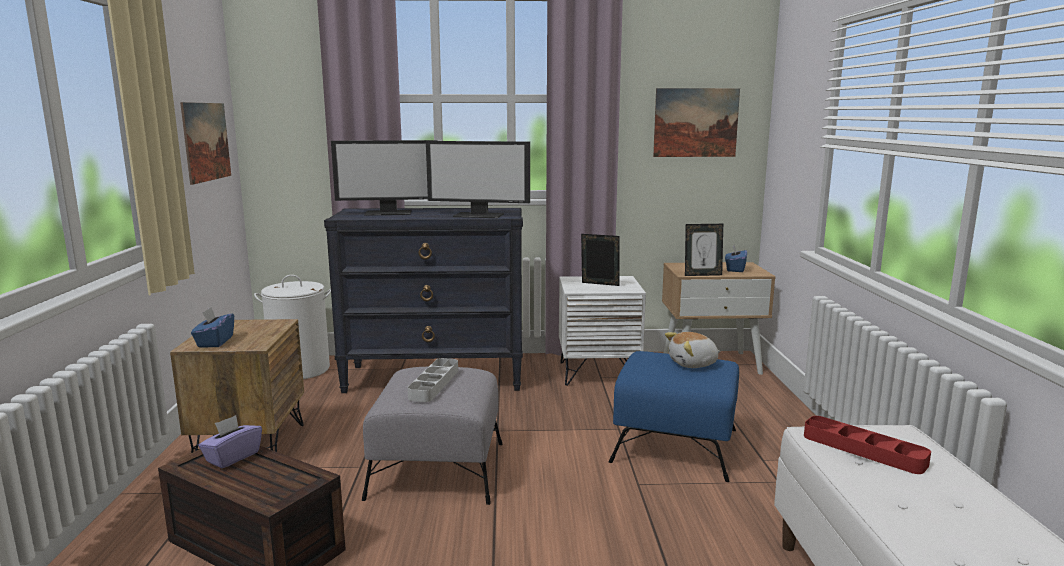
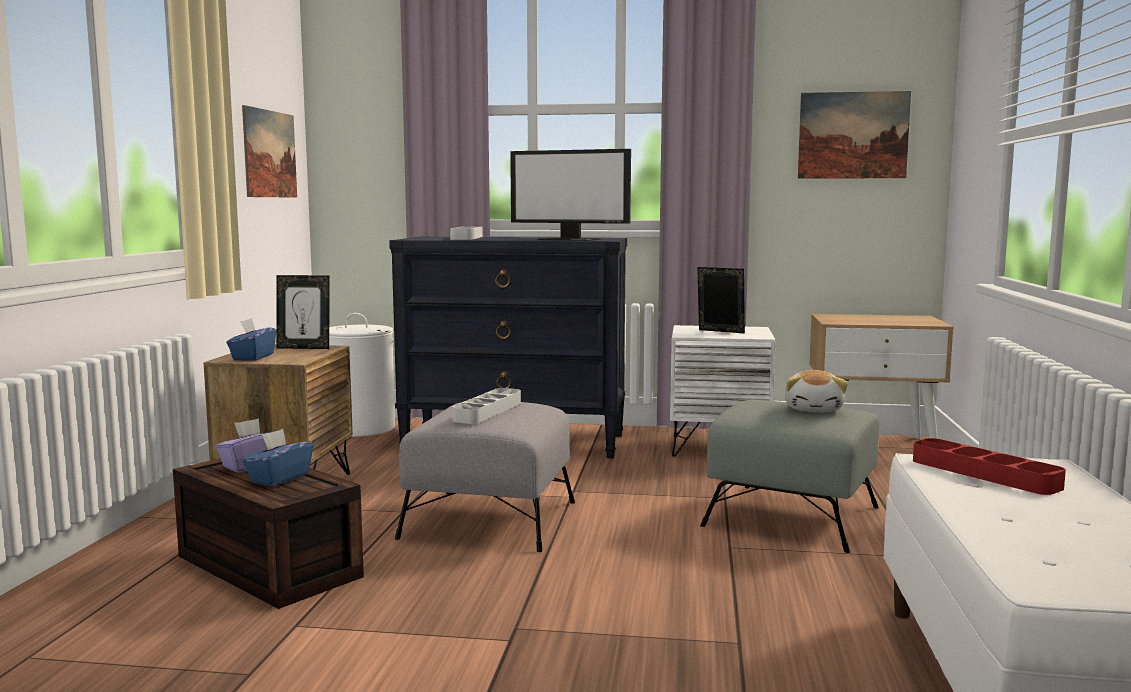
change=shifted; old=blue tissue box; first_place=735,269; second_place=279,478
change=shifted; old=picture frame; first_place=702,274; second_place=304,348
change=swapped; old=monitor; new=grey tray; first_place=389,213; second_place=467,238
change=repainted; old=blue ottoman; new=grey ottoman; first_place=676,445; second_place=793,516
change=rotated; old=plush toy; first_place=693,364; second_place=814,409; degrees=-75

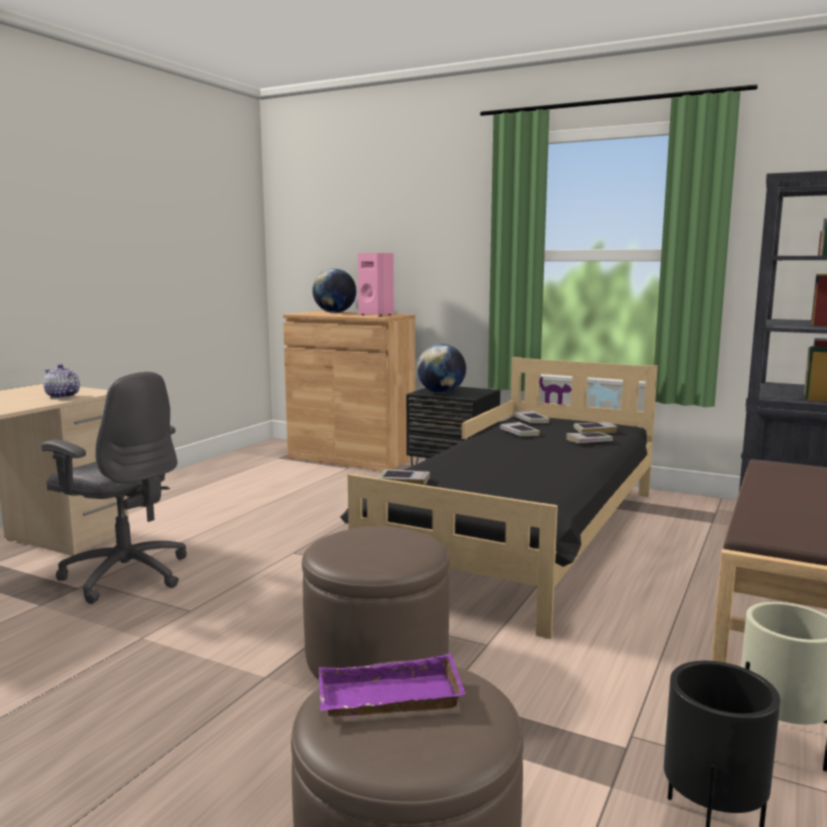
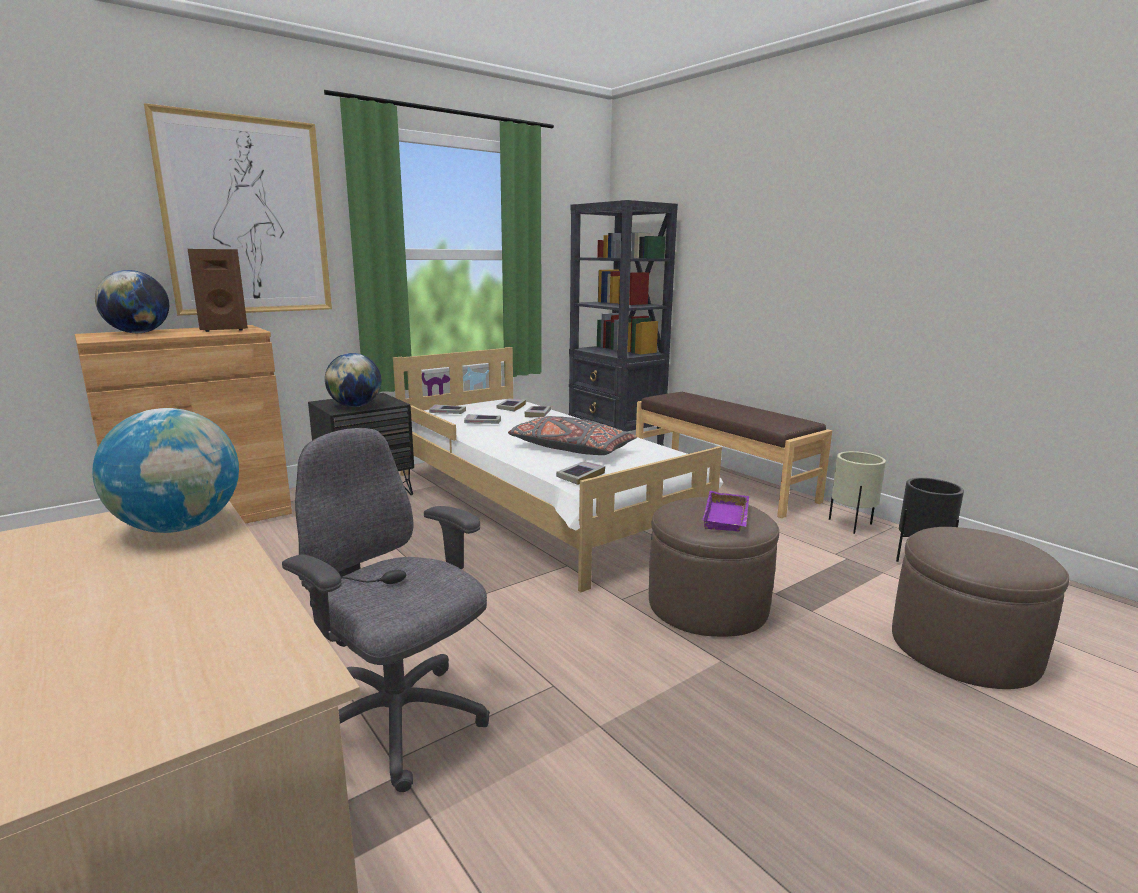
change=swapped; old=teapot; new=globe; first_place=62,396; second_place=179,527
change=new; new=picture; second_place=247,217
change=repainted; old=pink speaker; new=brown speaker; first_place=377,315; second_place=224,329
change=rotated; old=grey office chair; first_place=125,575; second_place=398,725; degrees=-105
change=repainted; old=black bed; new=white bed; first_place=525,537; second_place=540,504
change=new; new=grey pillow; second_place=570,449
change=shifted; old=purple tray; first_place=388,700; second_place=728,518

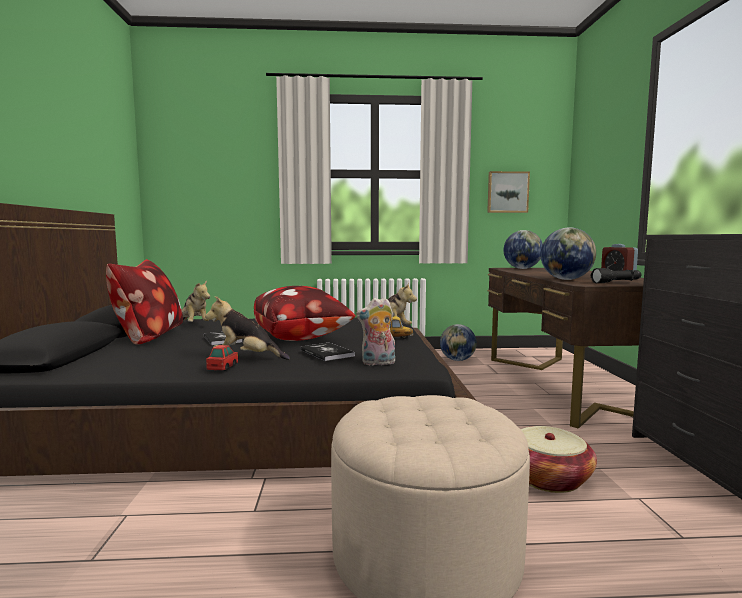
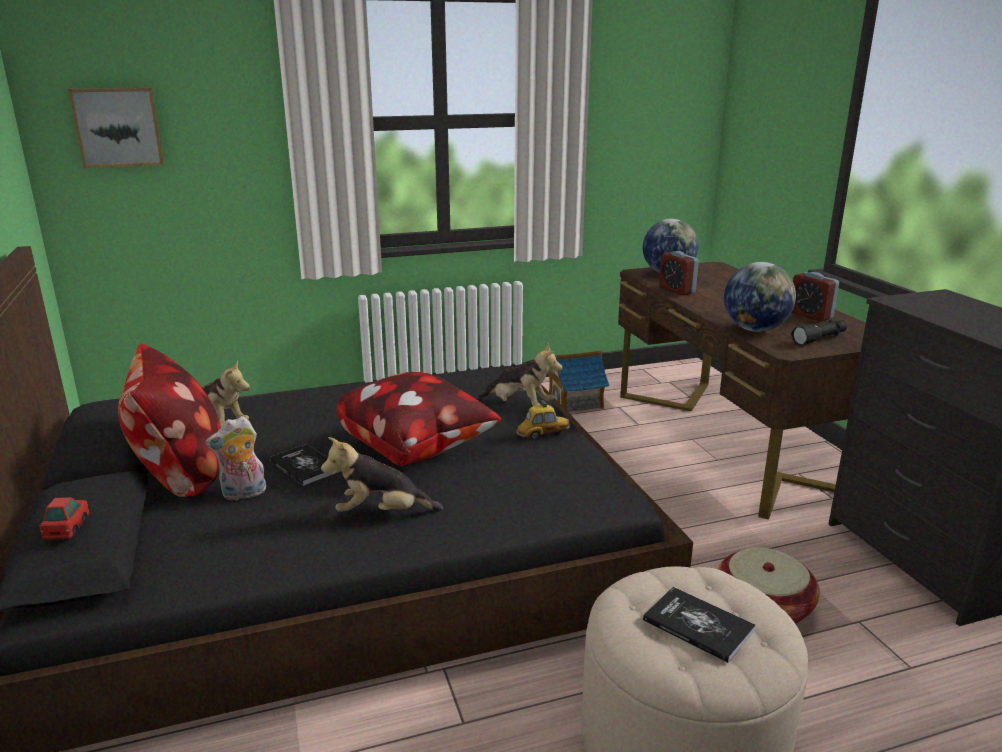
change=shifted; old=toy car; first_place=223,367; second_place=68,528
change=shifted; old=picture; first_place=507,192; second_place=118,127
change=shifted; old=plush toy; first_place=378,363; second_place=243,494
change=swapped; old=globe; new=toy house; first_place=457,360; second_place=576,402
change=shifted; old=book; first_place=327,353; second_place=698,625
change=new; new=alarm clock; second_place=676,290

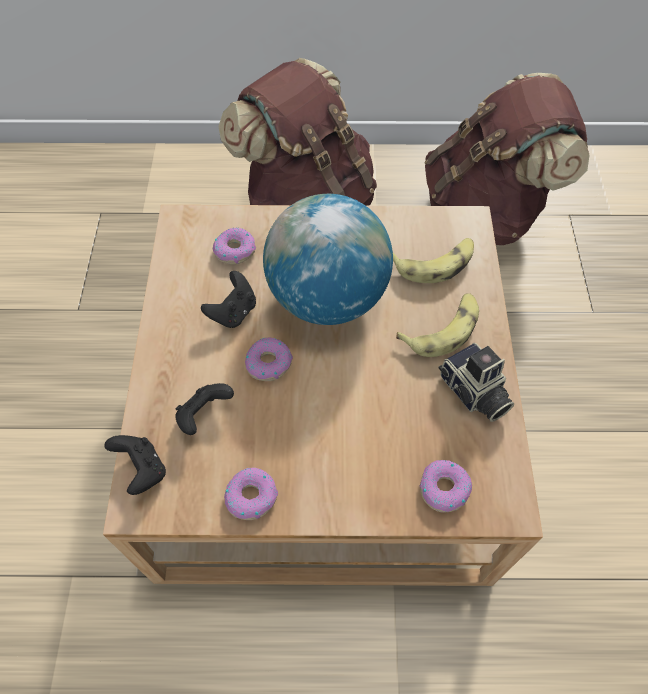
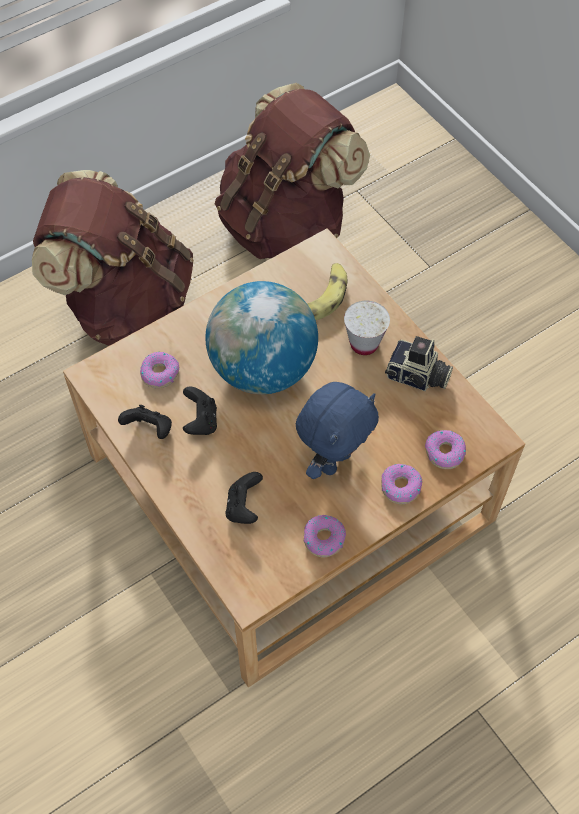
change=shifted; old=black game controller; first_place=142,469; second_place=149,429
change=new; new=blue plush toy; second_place=334,460
change=swapped; old=banana; new=white cup; first_place=443,329; second_place=364,344
change=shifted; old=donut; first_place=268,363; second_place=400,487

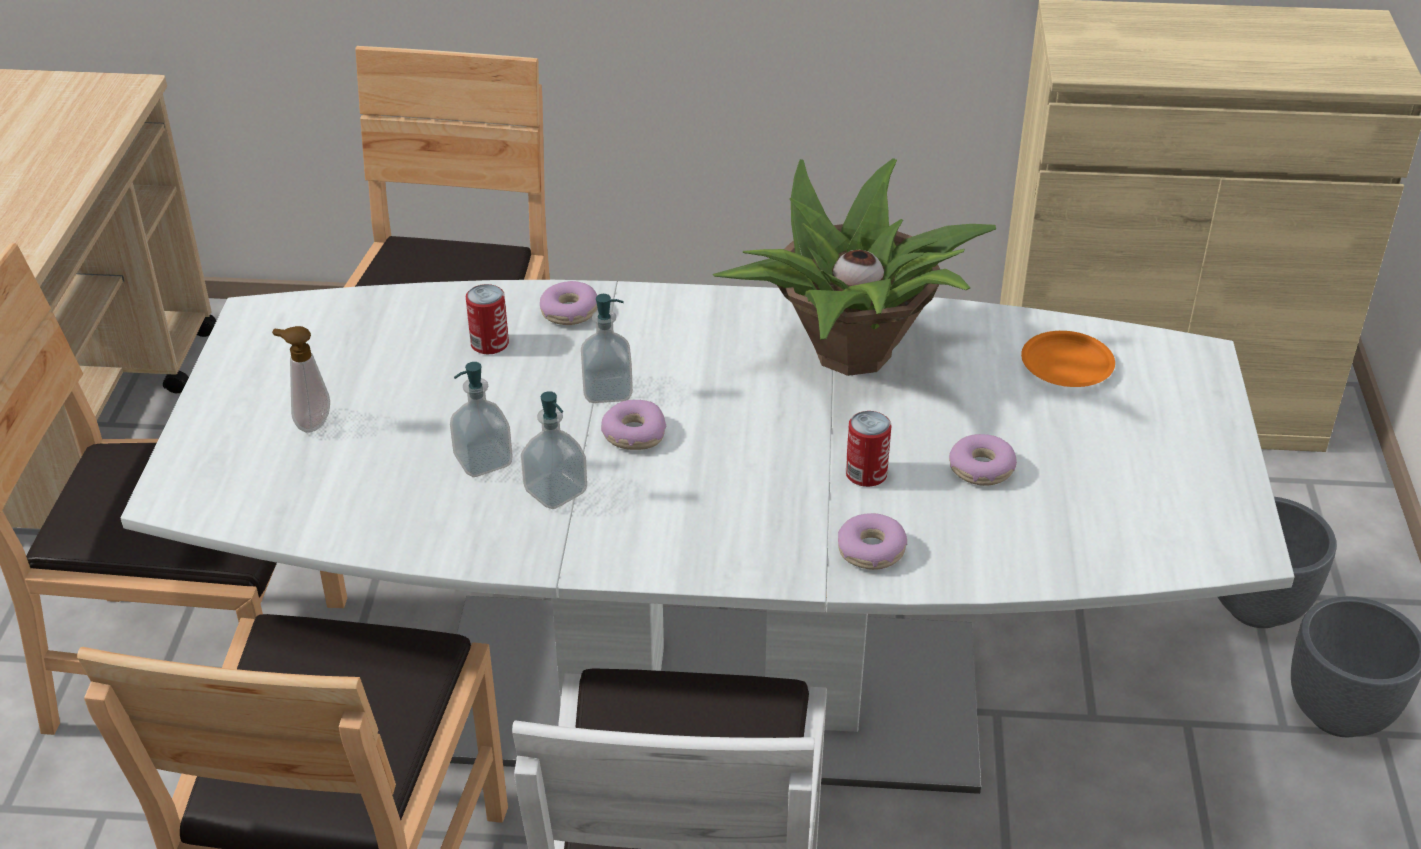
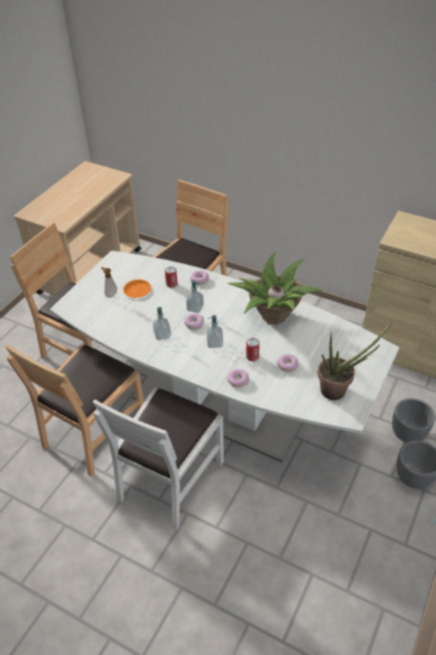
change=shifted; old=orange plate; first_place=1066,365; second_place=137,290
change=shifted; old=soap dispenser; first_place=483,461; second_place=214,343
change=new; new=potted plant; second_place=338,390

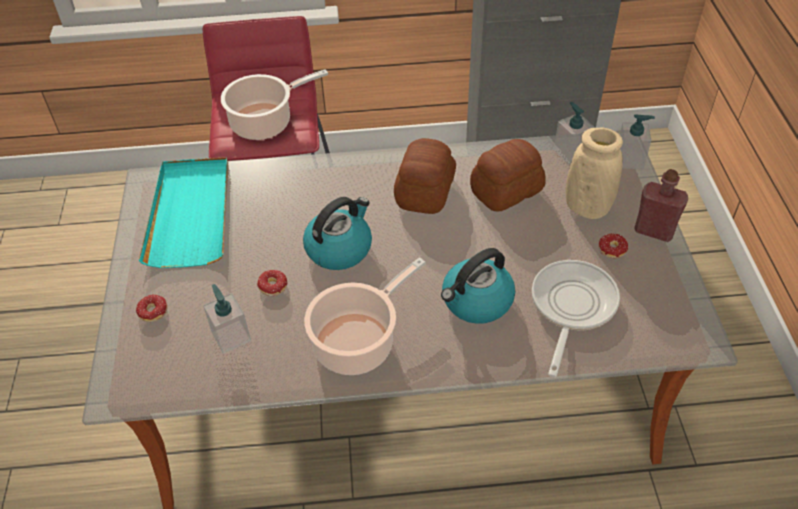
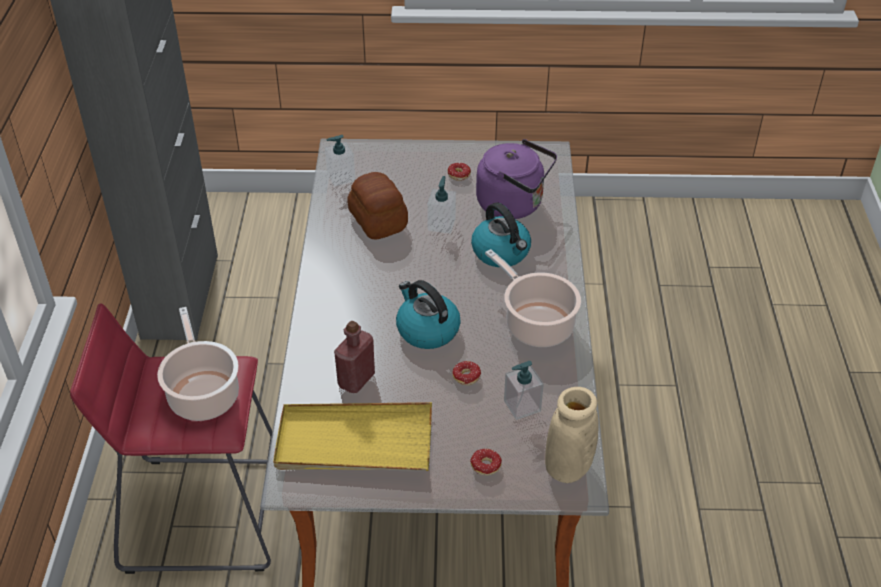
change=repainted; old=turquoise tray; new=yellow tray; first_place=191,214; second_place=354,442
change=shifted; old=red bottle; first_place=654,231; second_place=356,380
change=shifted; old=soap dispenser; first_place=629,160; second_place=441,224
change=swapped; old=frying pan; new=purple kettle; first_place=571,307; second_place=514,205
change=shifted; old=beige vase; first_place=587,207; second_place=568,467
change=gone; old=bread; first_place=424,192

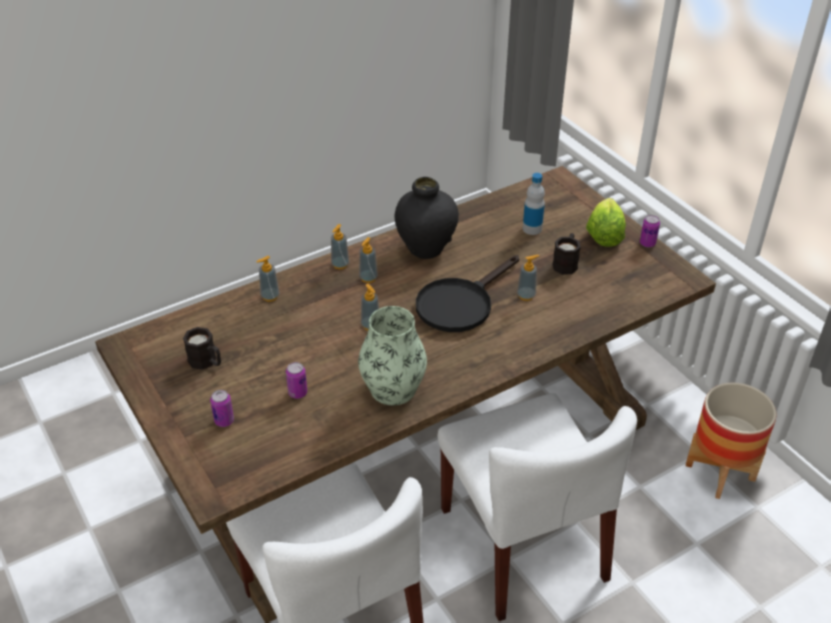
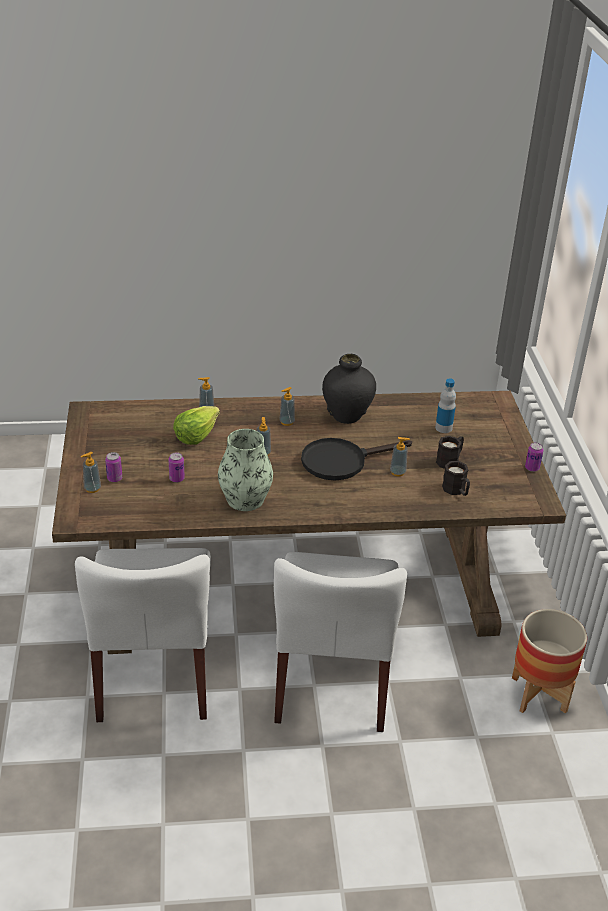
change=shifted; old=soap dispenser; first_place=340,264; second_place=92,488
change=shifted; old=lettuce; first_place=604,234; second_place=196,435
change=shifted; old=black mug; first_place=206,362; second_place=456,491

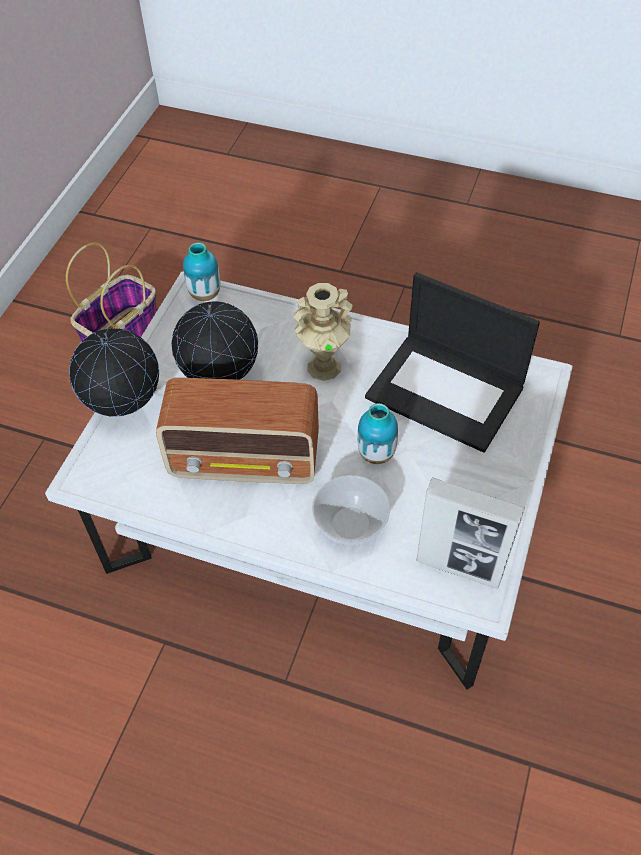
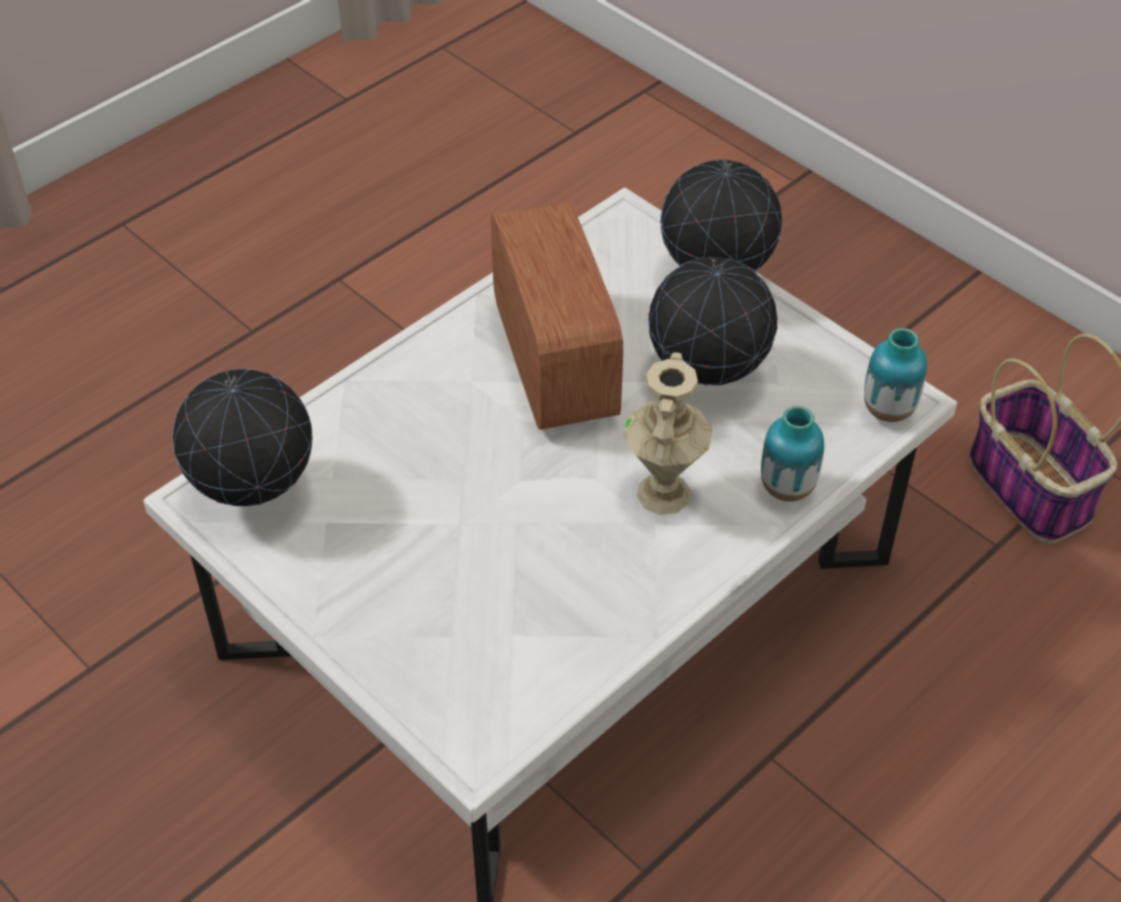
change=swapped; old=picture frame; new=globe; first_place=459,567; second_place=254,494
change=rotated; old=radio; first_place=246,460; second_place=554,361; degrees=135
change=shifted; old=vase; first_place=376,454; second_place=787,488
change=gone; old=bowl; first_place=352,524
change=gone; old=laptop; first_place=447,391

